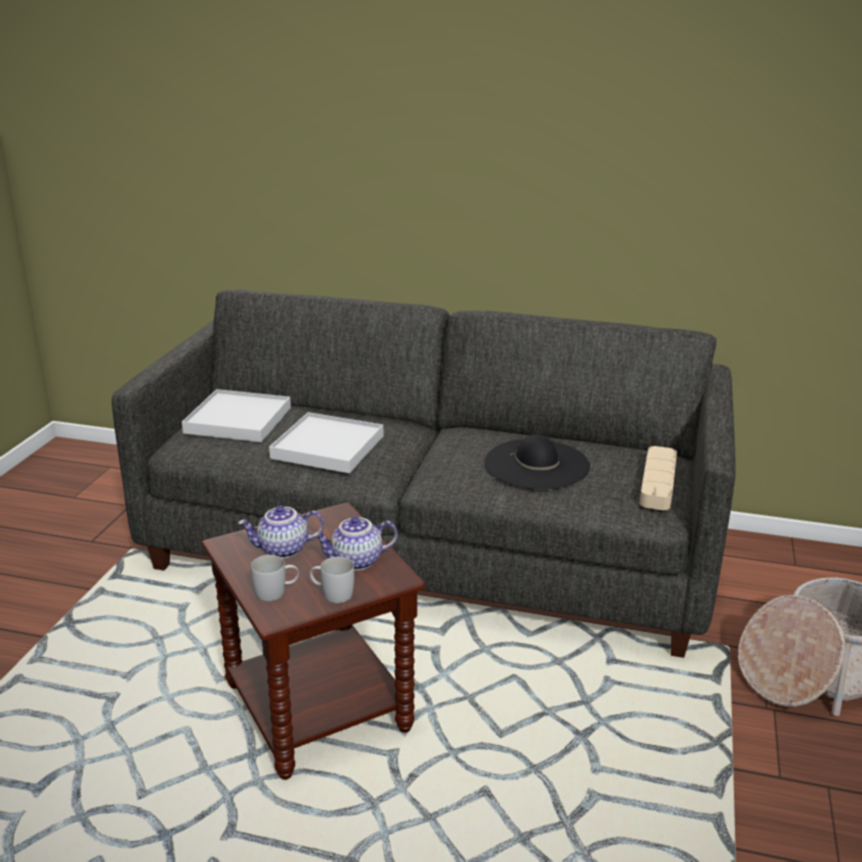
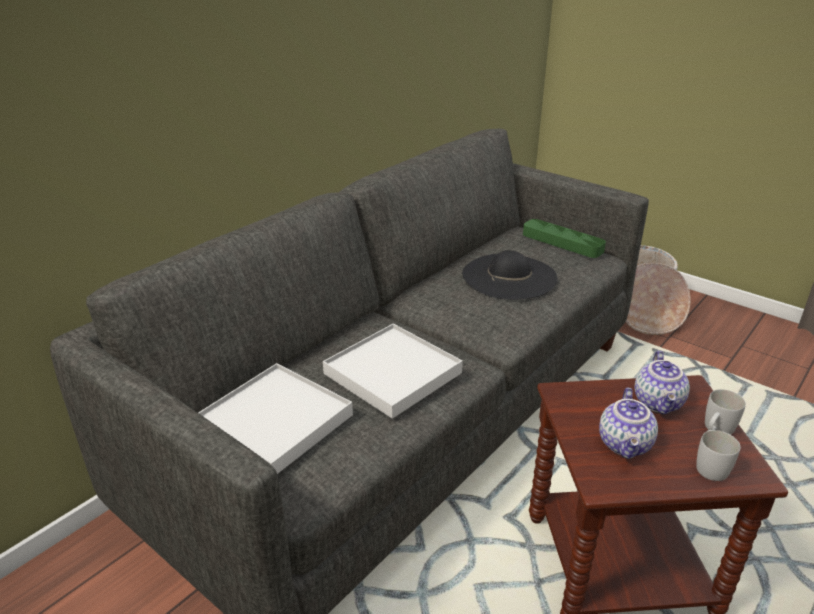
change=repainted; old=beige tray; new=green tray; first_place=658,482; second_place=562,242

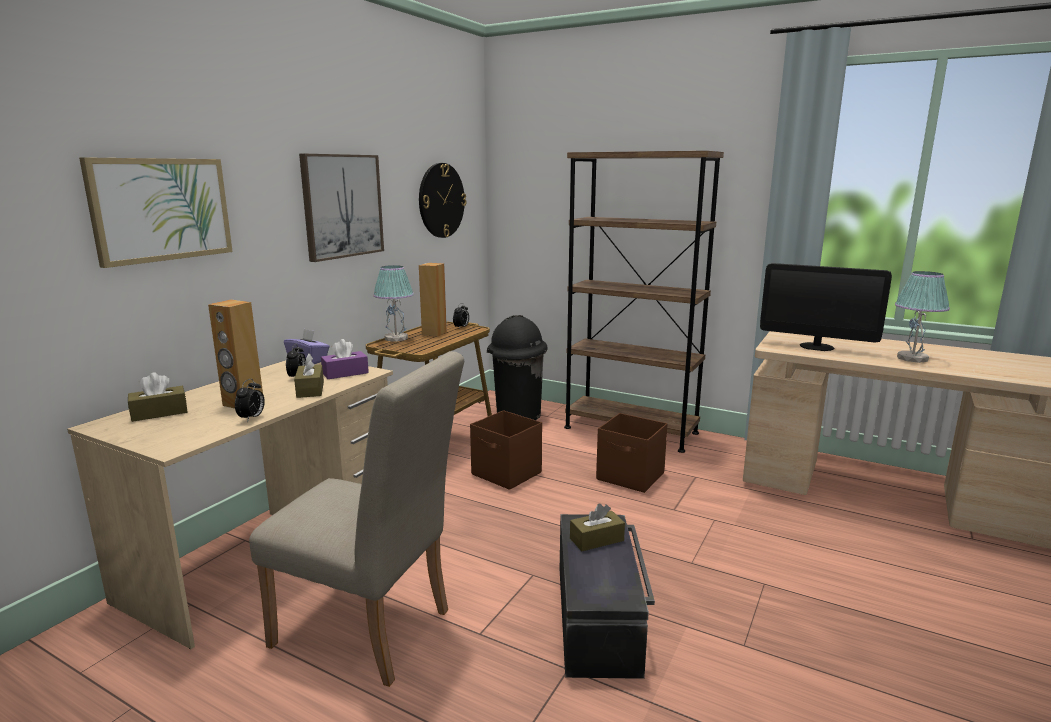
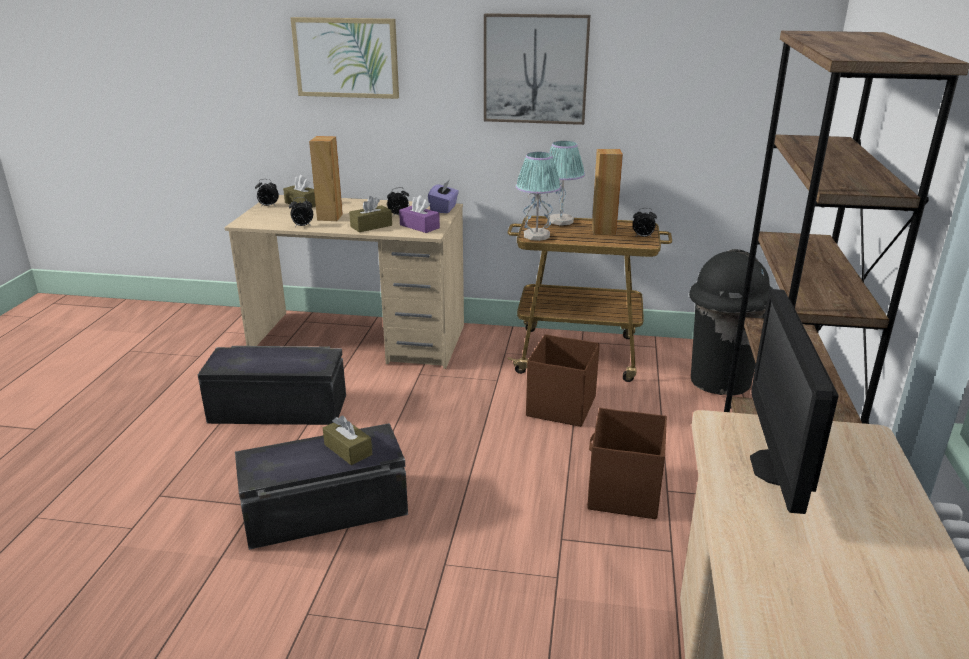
change=swapped; old=beige chair; new=black storage box; first_place=372,632; second_place=278,408
change=new; new=alarm clock; second_place=268,206
change=shifted; old=table lamp; first_place=913,358; second_place=536,236
change=gone; old=wall clock; first_place=441,200

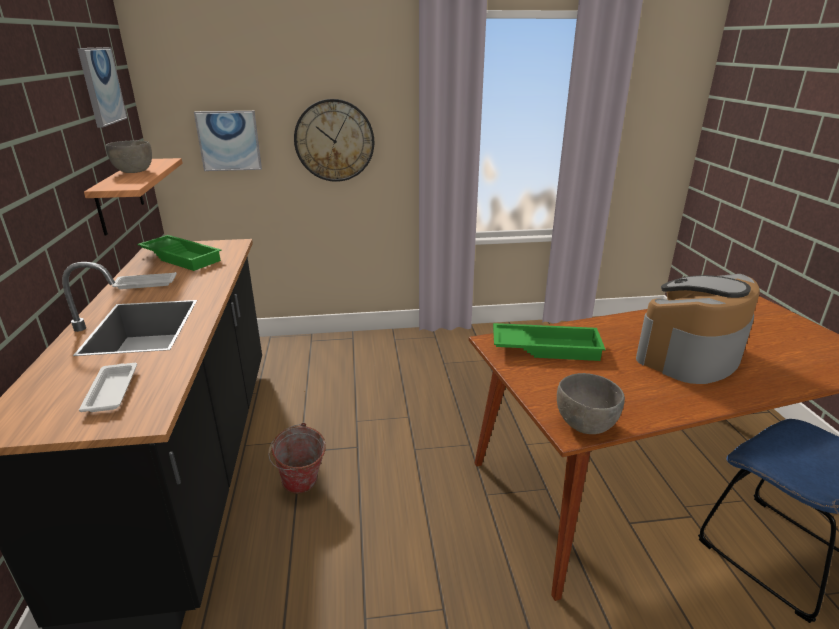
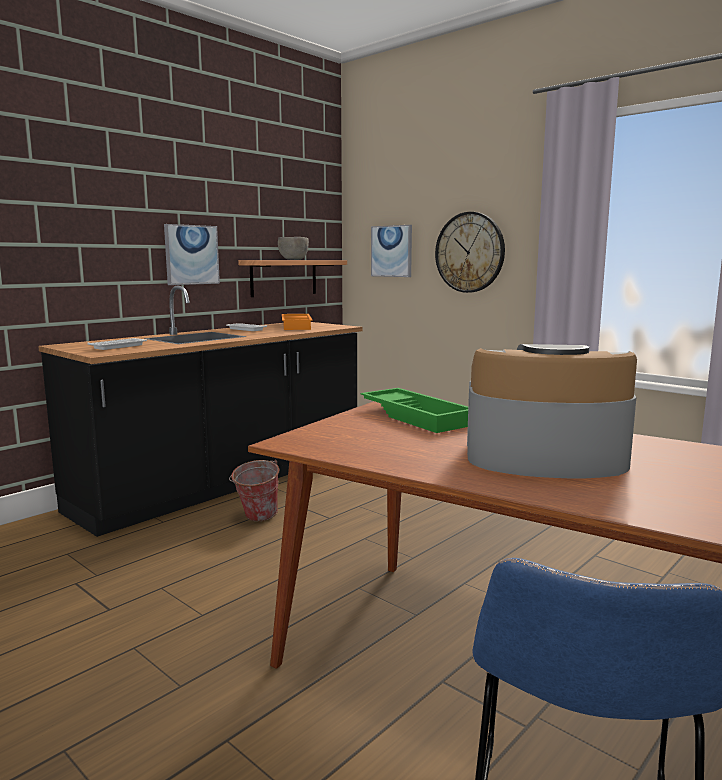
change=shifted; old=picture; first_place=101,86; second_place=191,255
change=repainted; old=green tray; new=orange tray; first_place=182,257; second_place=297,326
change=gone; old=grey bowl; first_place=584,424

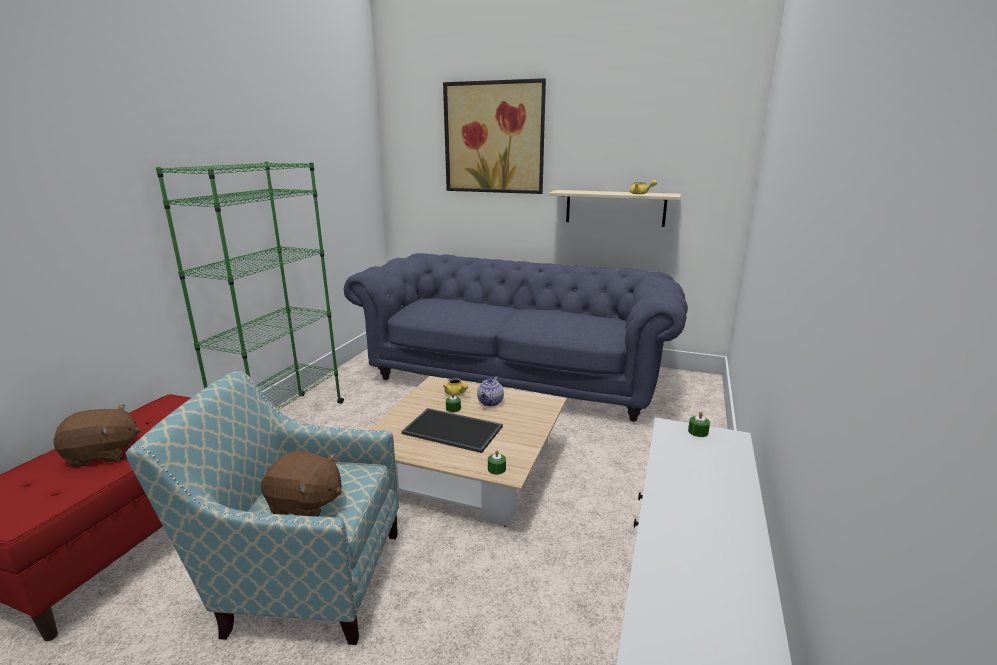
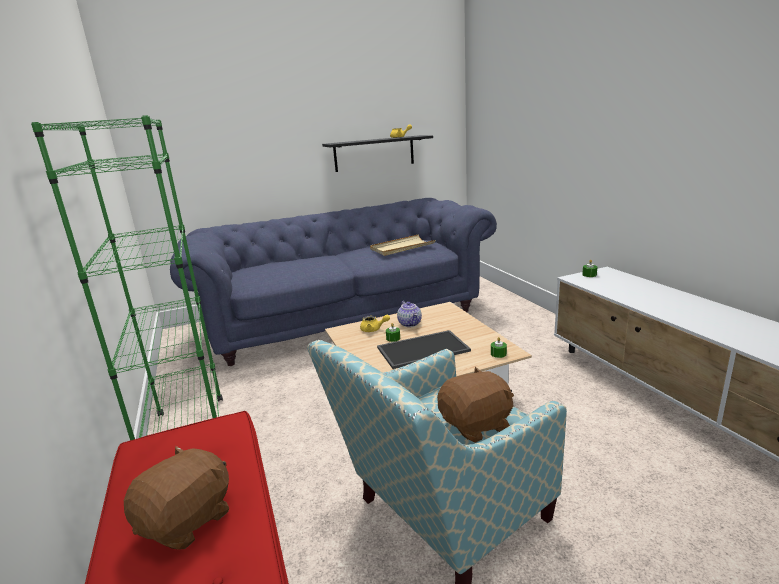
change=repainted; old=beige shelf; new=black shelf; first_place=615,208; second_place=374,153
change=new; new=beige tray; second_place=402,247
change=gone; old=picture; first_place=494,138

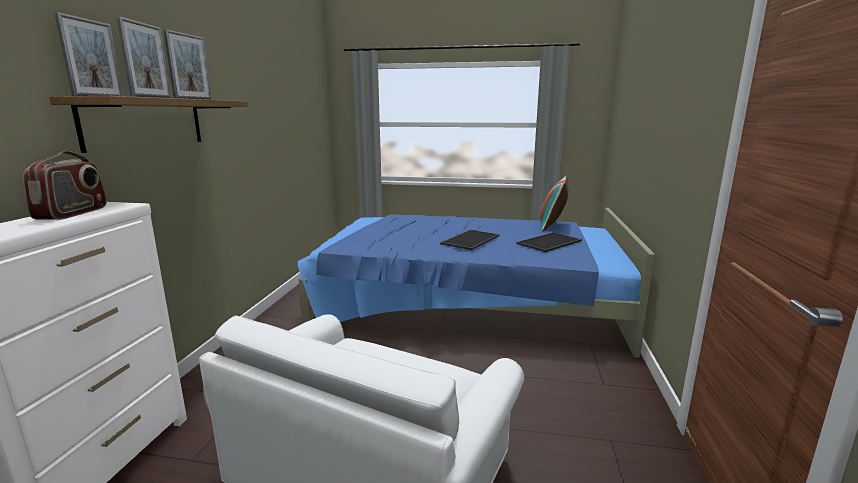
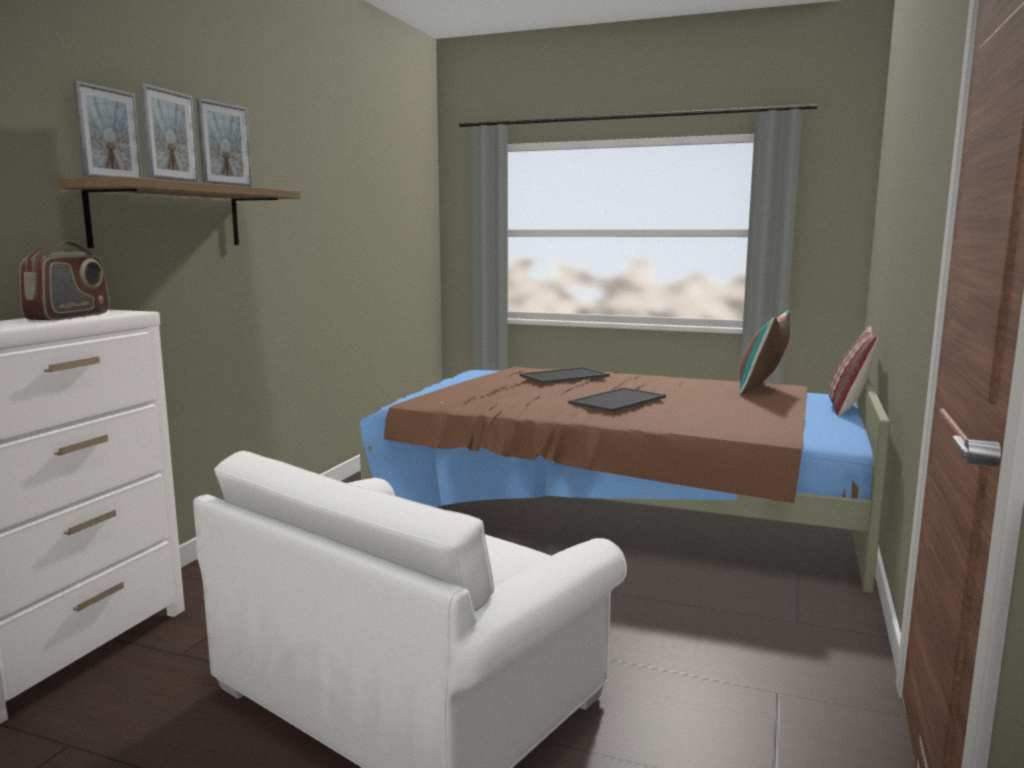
change=repainted; old=blue bed; new=brown bed; first_place=466,302; second_place=616,502
change=shifted; old=tray; first_place=549,242; second_place=564,376
change=new; new=pillow; second_place=848,407

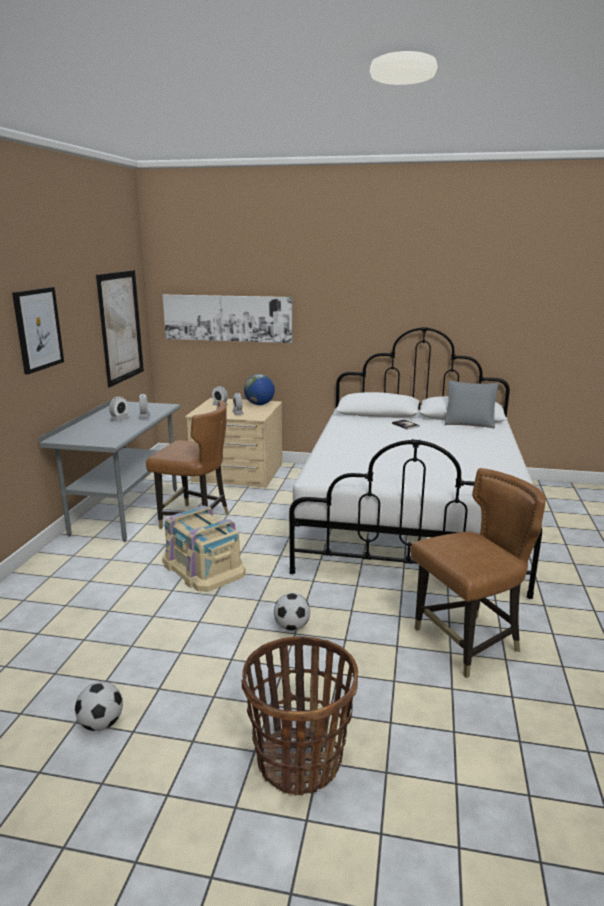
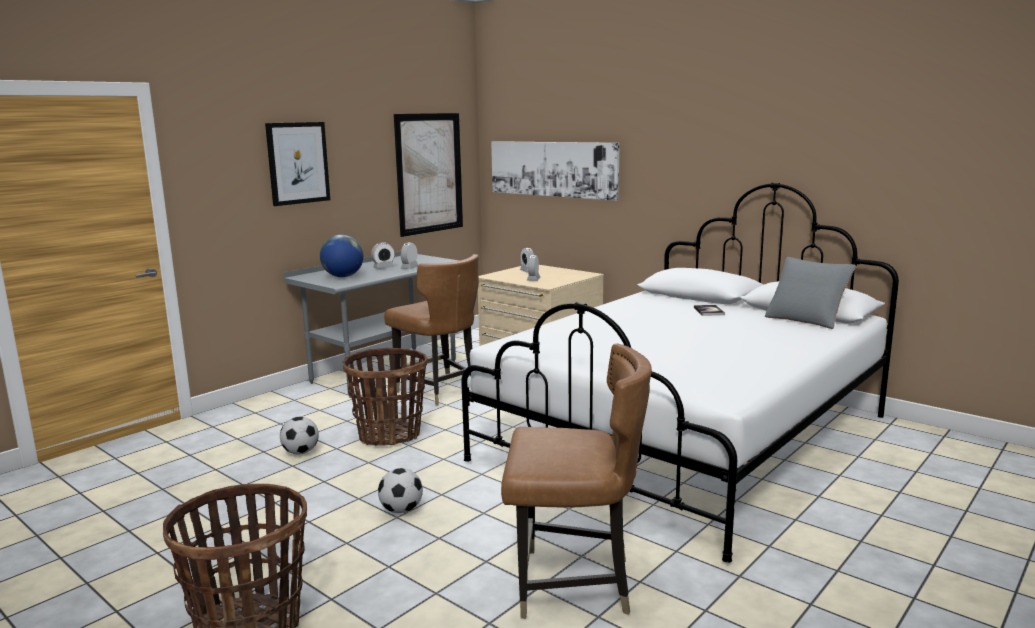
change=shifted; old=football; first_place=101,724; second_place=301,452
change=shifted; old=globe; first_place=259,404; second_place=343,276
change=swapped; old=beige storage box; new=basket; first_place=202,567; second_place=389,435

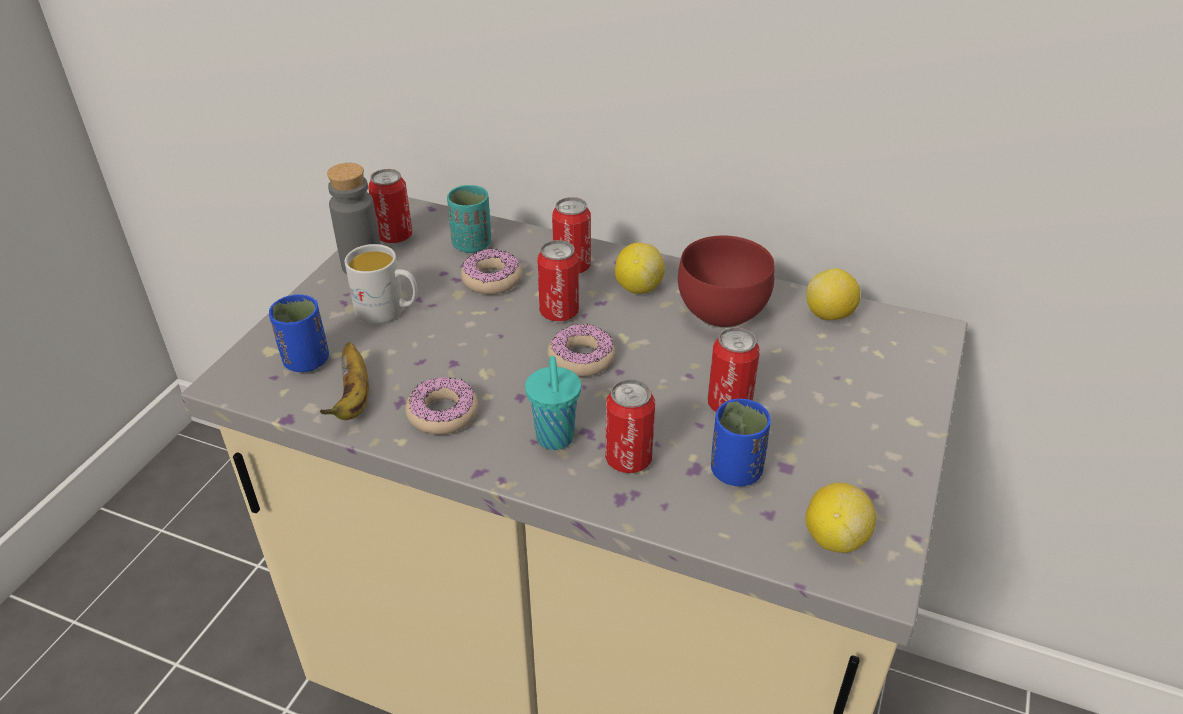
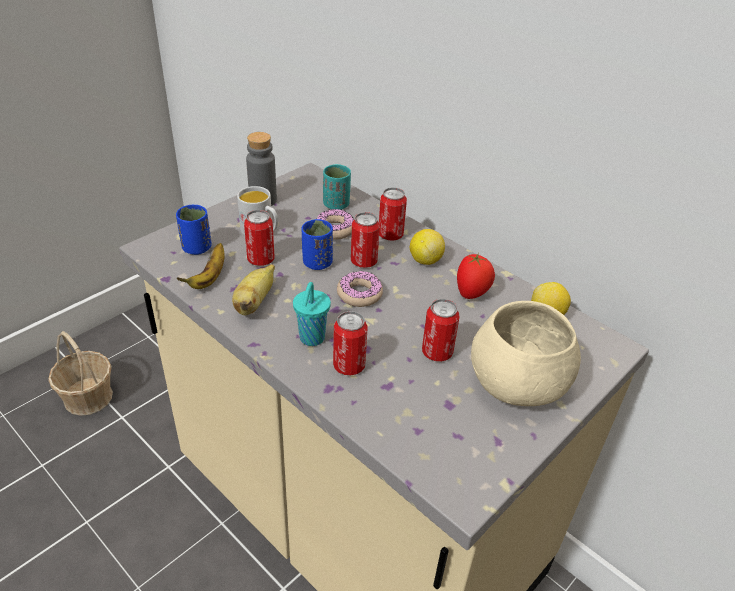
change=new; new=basket; second_place=88,397
change=swapped; old=donut; new=banana; first_place=443,413; second_place=254,302
change=shifted; old=can; first_place=395,236; second_place=261,260
change=shifted; old=blue cup; first_place=735,471; second_place=317,263
change=swapped; old=red bowl; new=tomato; first_place=724,315; second_place=472,293
change=new; new=beige bowl; second_place=518,385
change=gone; old=lemon; first_place=834,538

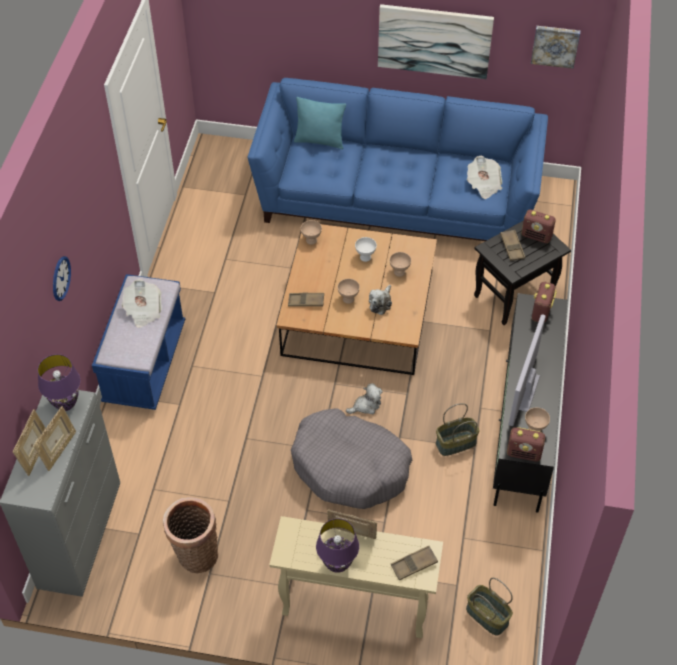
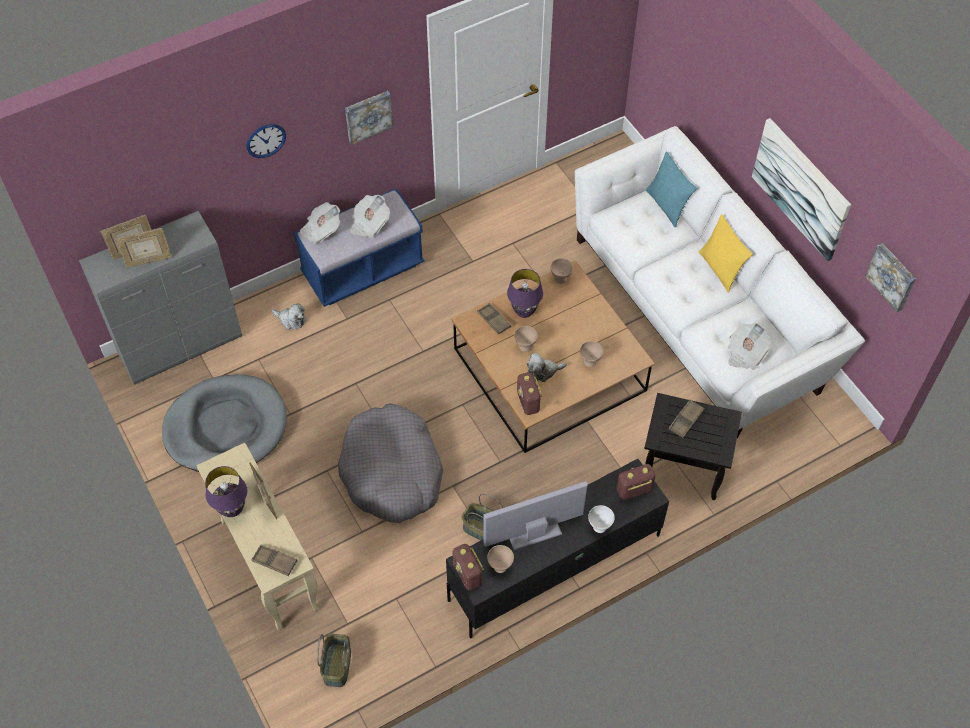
change=swapped; old=basket; new=grey dog bed; first_place=195,554; second_place=226,427
change=shifted; old=plush toy; first_place=366,405; second_place=291,320
change=new; new=newspaper; second_place=321,230
change=new; new=picture; second_place=368,116
change=shifted; old=purple table lamp; first_place=66,404; second_place=524,312
change=shifted; old=radio; first_place=536,236; second_place=528,402
change=repainted; old=blue sofa; new=white sofa; first_place=397,199; second_place=700,311
change=shifted; old=white bowl; first_place=365,257; second_place=599,526
change=new; new=yellow pillow; second_place=720,269

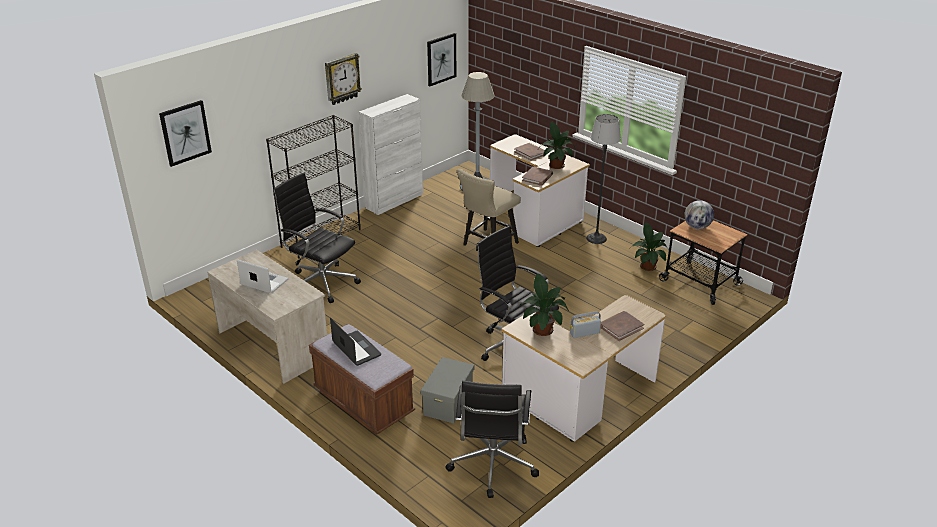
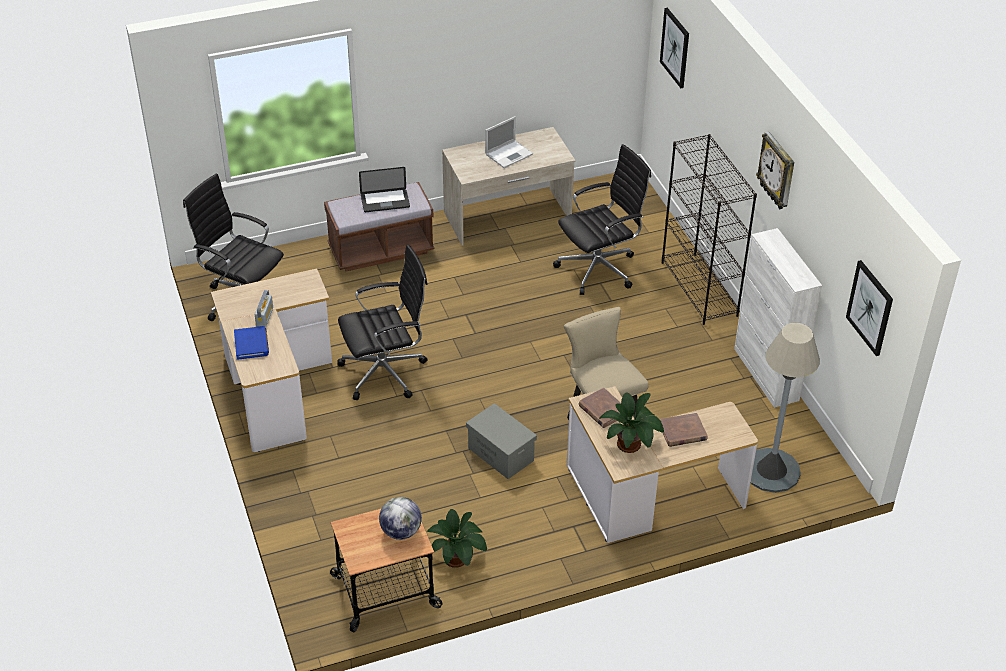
change=repainted; old=brown book; new=blue book; first_place=621,327; second_place=251,344
change=shifted; old=grey storage box; first_place=448,403; second_place=500,454
change=gone; old=potted plant; first_place=543,328
change=gone; old=floor lamp; first_place=596,238

